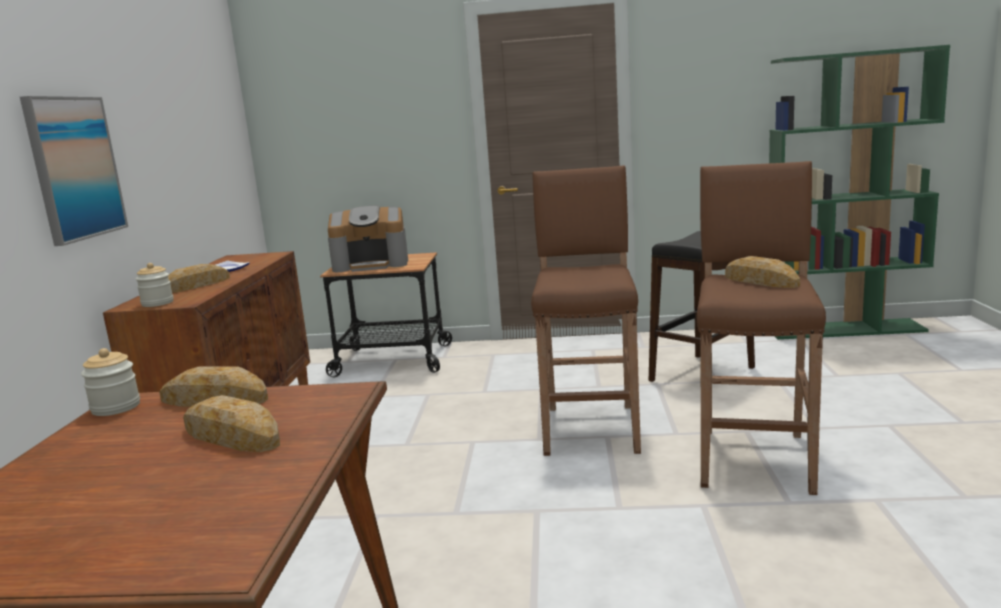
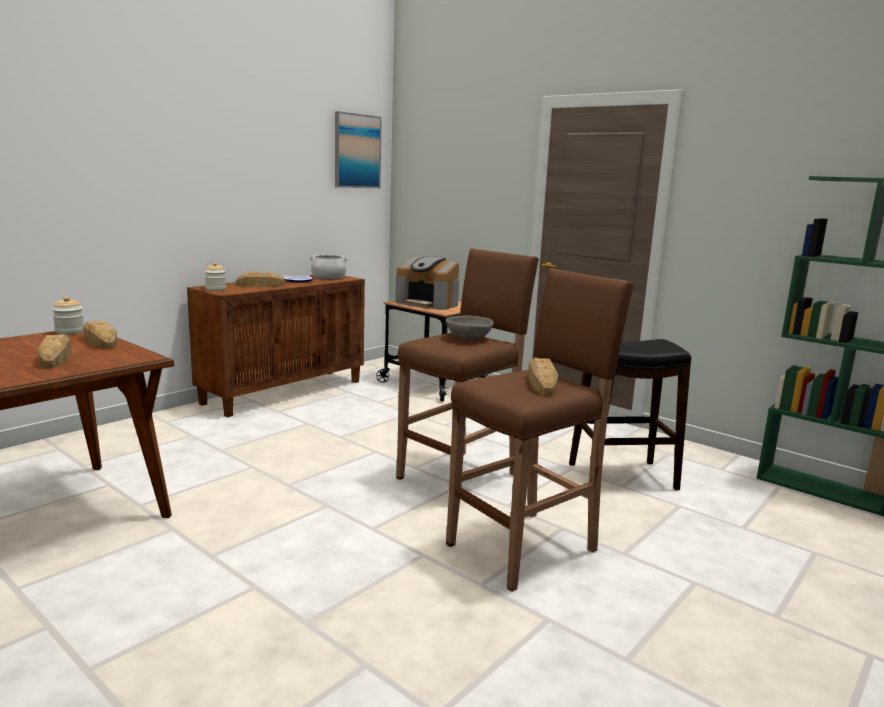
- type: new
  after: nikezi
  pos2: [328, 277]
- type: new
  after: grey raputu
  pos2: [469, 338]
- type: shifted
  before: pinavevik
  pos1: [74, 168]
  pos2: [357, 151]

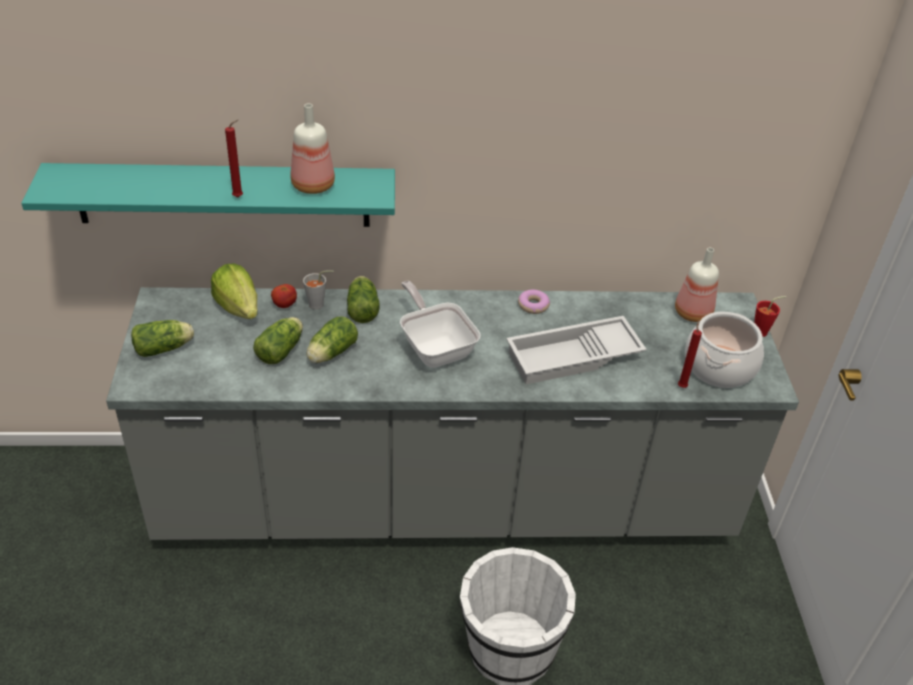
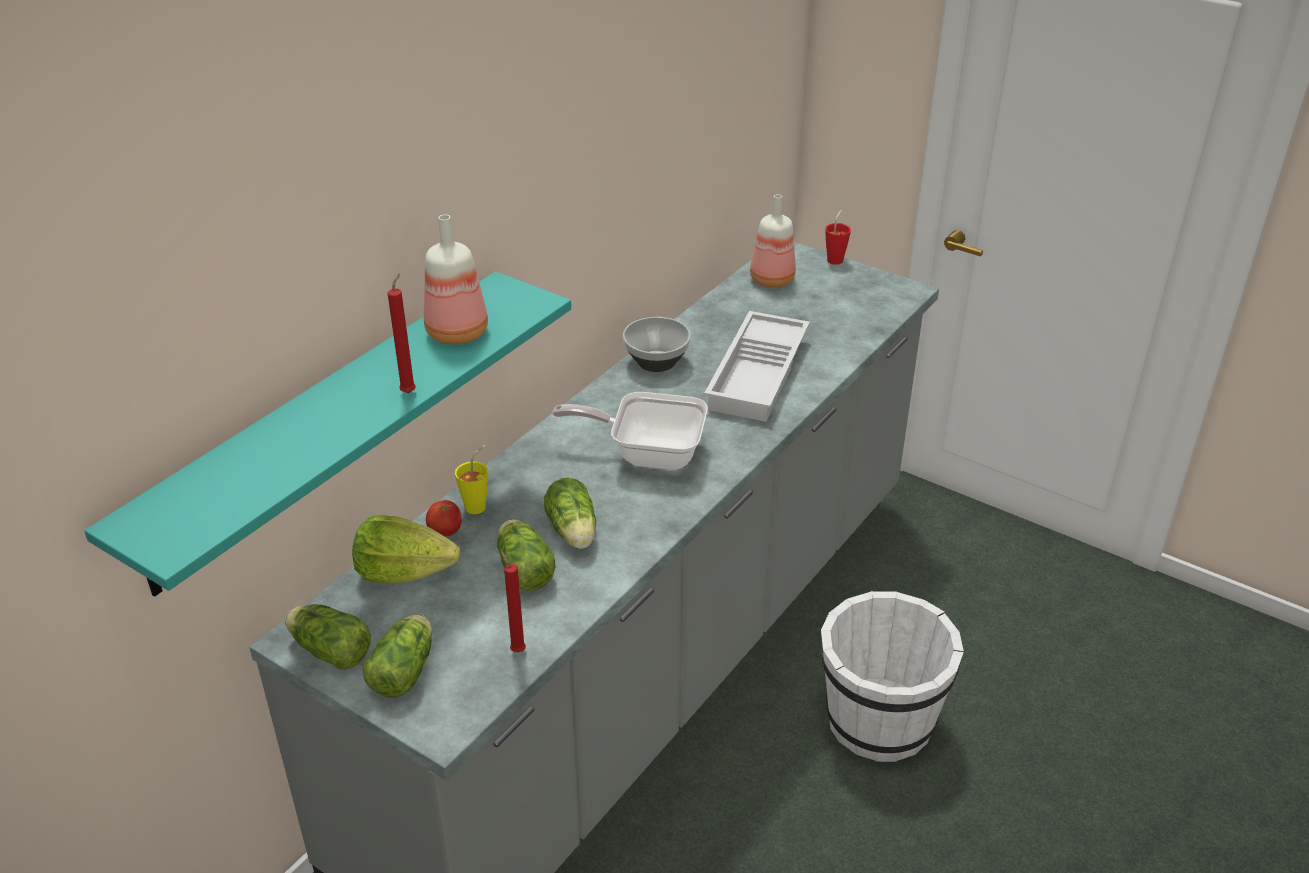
- type: gone
  before: nikezi
  pos1: [719, 366]
- type: shifted
  before: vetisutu
  pos1: [362, 308]
  pos2: [328, 649]
- type: shifted
  before: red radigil
  pos1: [682, 386]
  pos2: [516, 649]
- type: swapped
  before: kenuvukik
  after: raputu
  pos1: [533, 305]
  pos2: [656, 361]
- type: repainted
  before: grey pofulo
  after: yellow pofulo
  pos1: [319, 305]
  pos2: [479, 504]

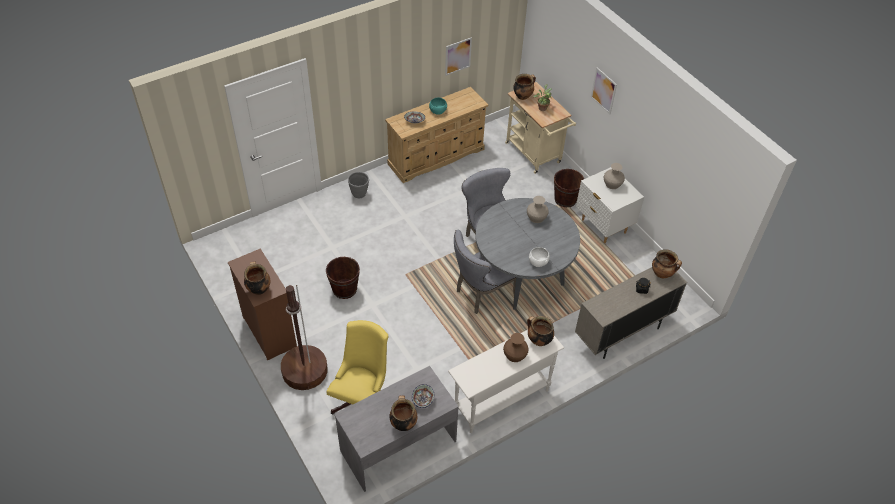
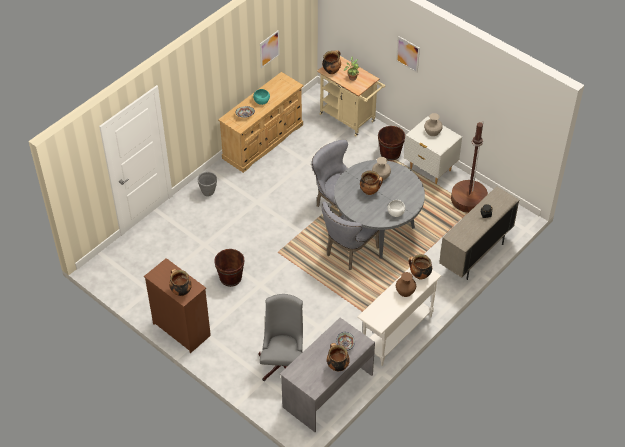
- type: shifted
  before: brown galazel
  pos1: [304, 371]
  pos2: [468, 199]
- type: shifted
  before: nikezi
  pos1: [662, 274]
  pos2: [370, 191]
- type: repainted
  before: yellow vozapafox
  after: grey vozapafox
  pos1: [362, 398]
  pos2: [283, 362]

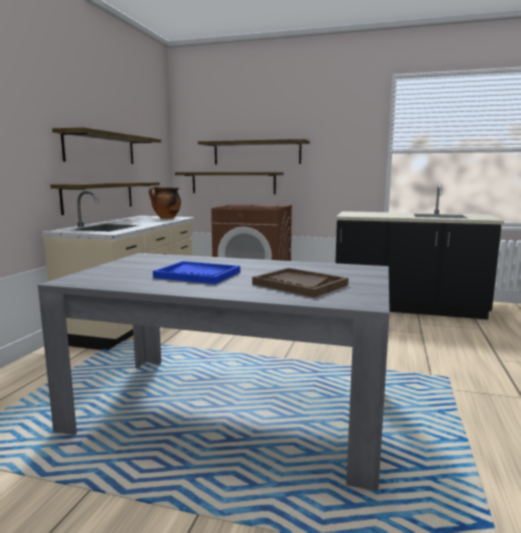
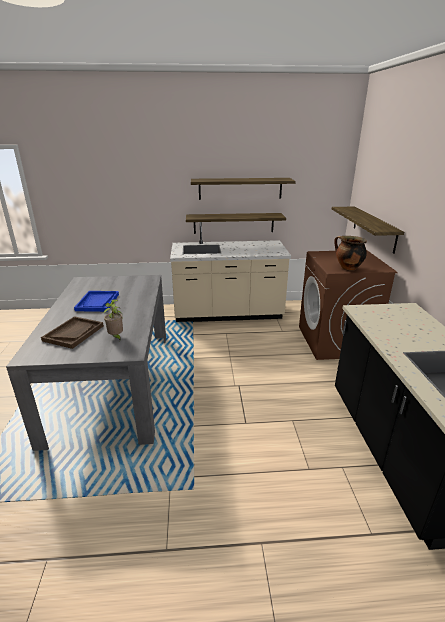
- type: gone
  before: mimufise
  pos1: [257, 153]
- type: new
  after: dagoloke
  pos2: [116, 337]
- type: shifted
  before: nikezi
  pos1: [166, 218]
  pos2: [347, 268]

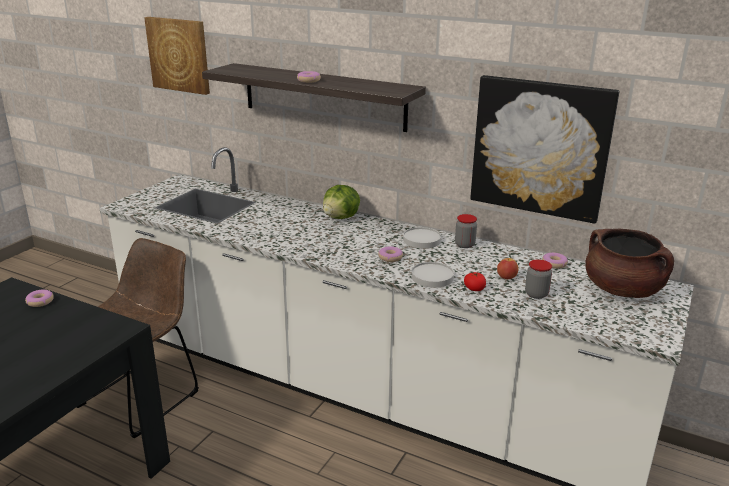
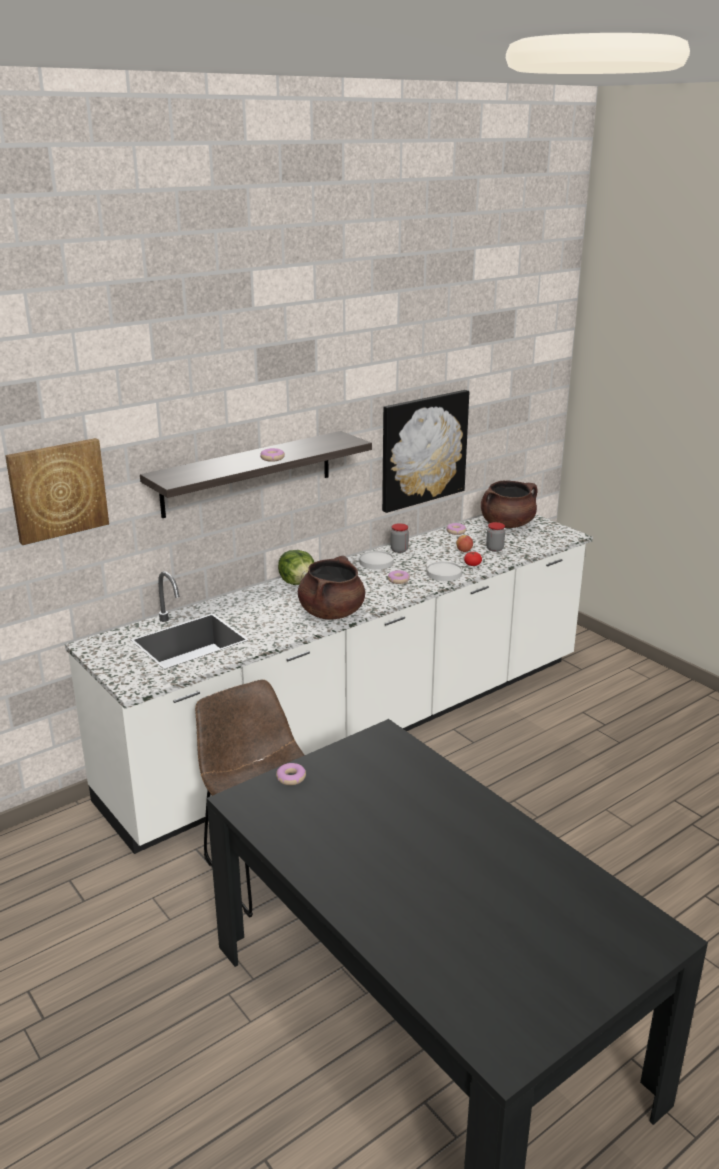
- type: new
  after: brown nikezi
  pos2: [331, 613]

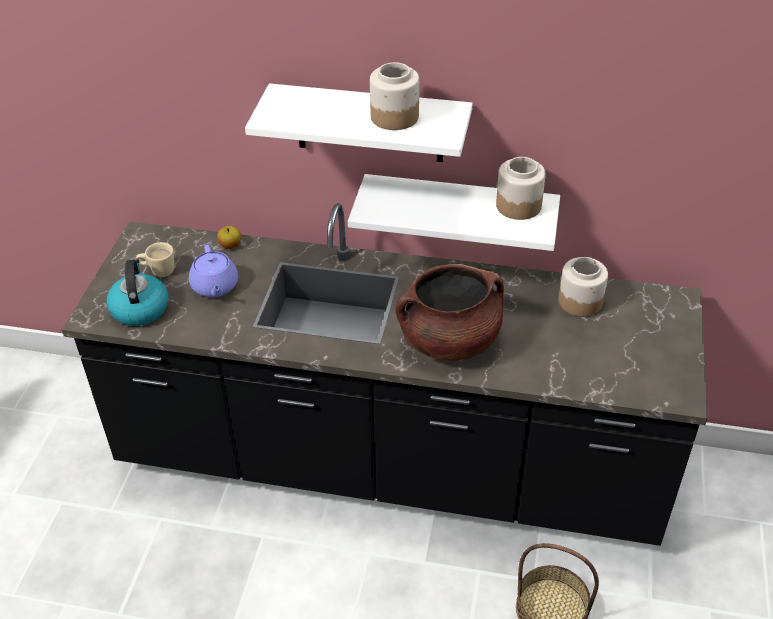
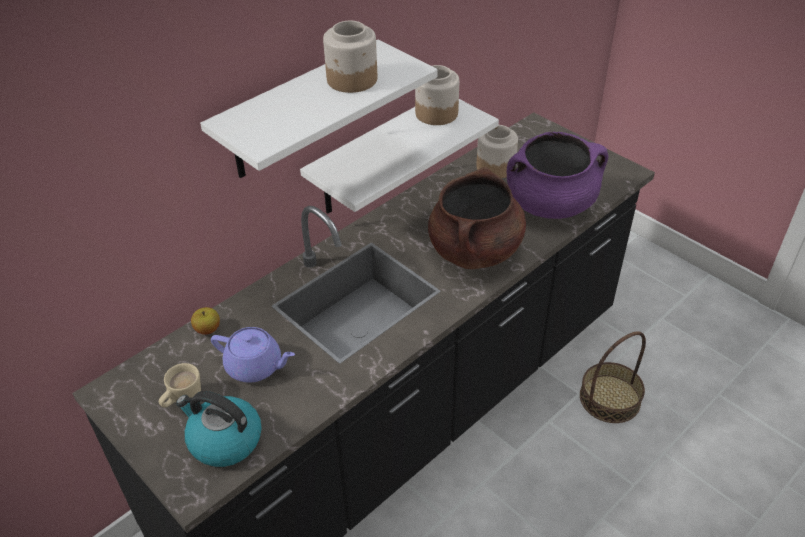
- type: new
  after: purple nikezi
  pos2: [550, 204]

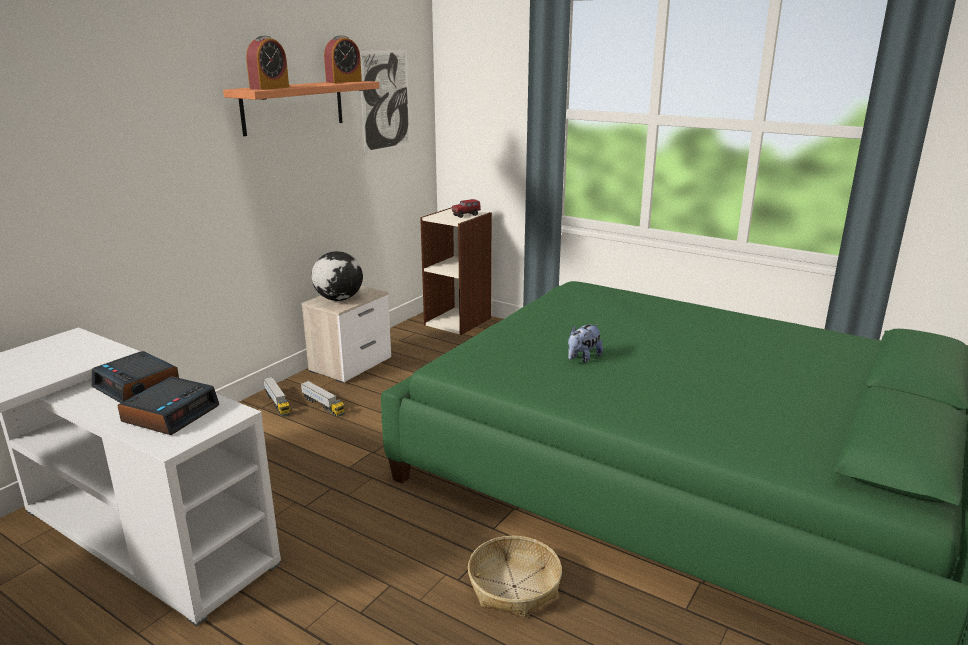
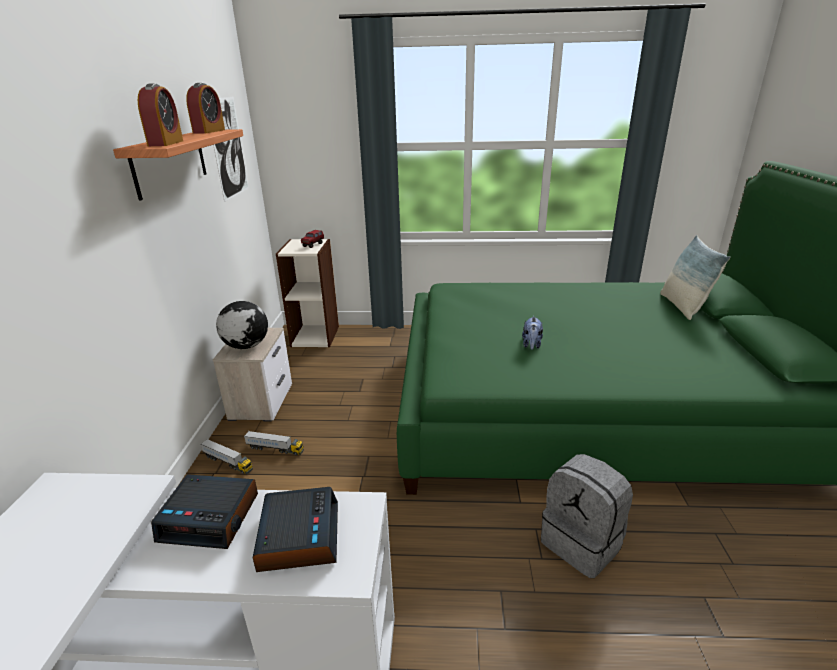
- type: new
  after: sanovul
  pos2: [682, 307]
- type: swapped
  before: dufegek
  after: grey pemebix
  pos1: [514, 586]
  pos2: [582, 543]

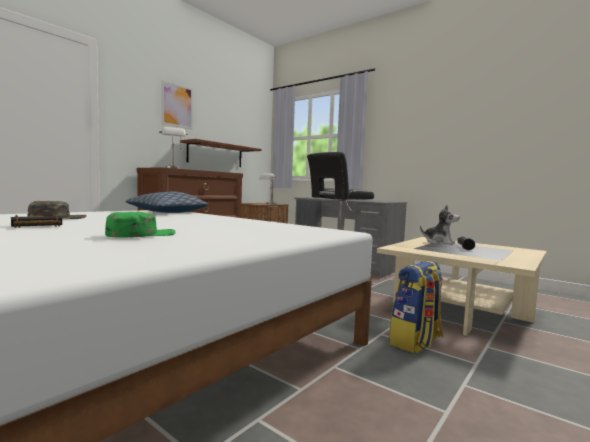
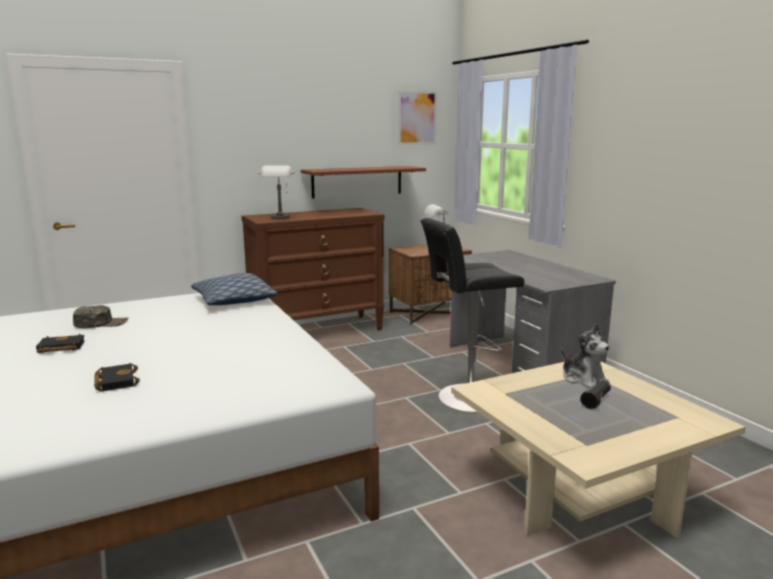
- type: gone
  before: pemebix
  pos1: [416, 342]
- type: shifted
  before: pinavevik
  pos1: [177, 105]
  pos2: [417, 118]
- type: swapped
  before: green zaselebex
  after: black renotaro
  pos1: [141, 235]
  pos2: [115, 381]

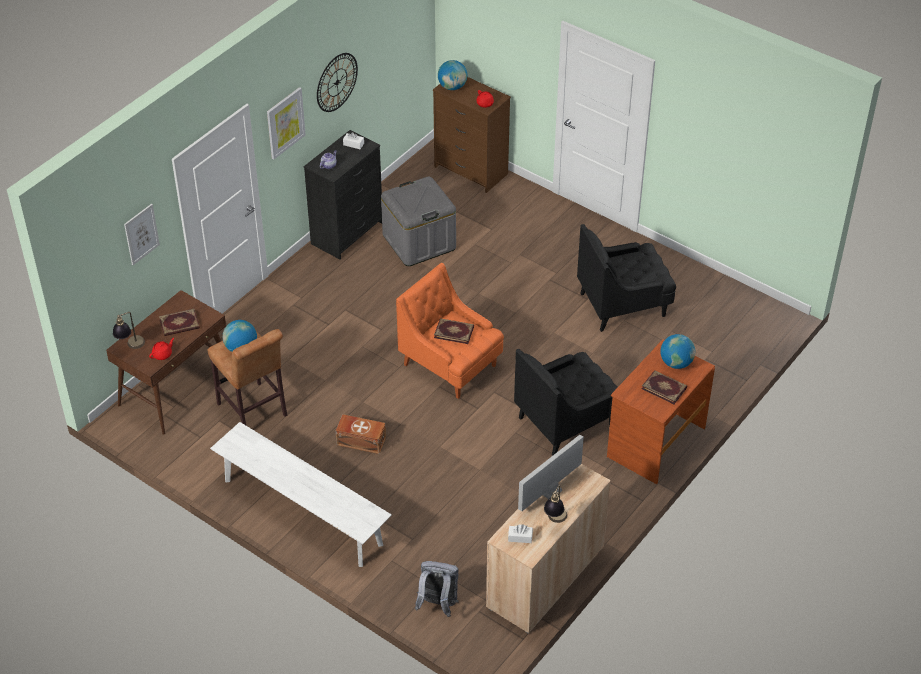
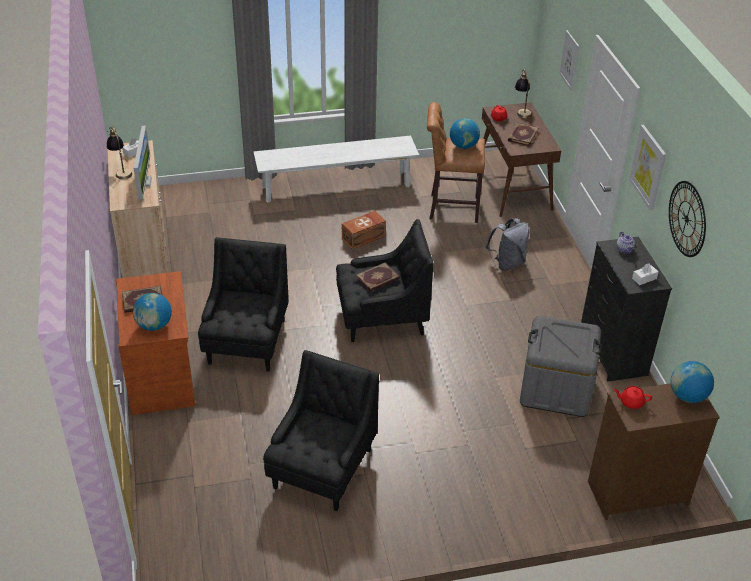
- type: shifted
  before: grey pemebix
  pos1: [438, 604]
  pos2: [507, 263]
- type: repainted
  before: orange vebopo
  after: black vebopo
  pos1: [451, 365]
  pos2: [381, 318]

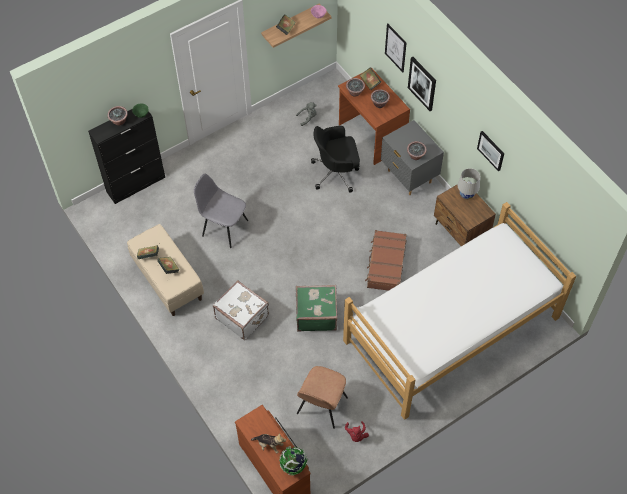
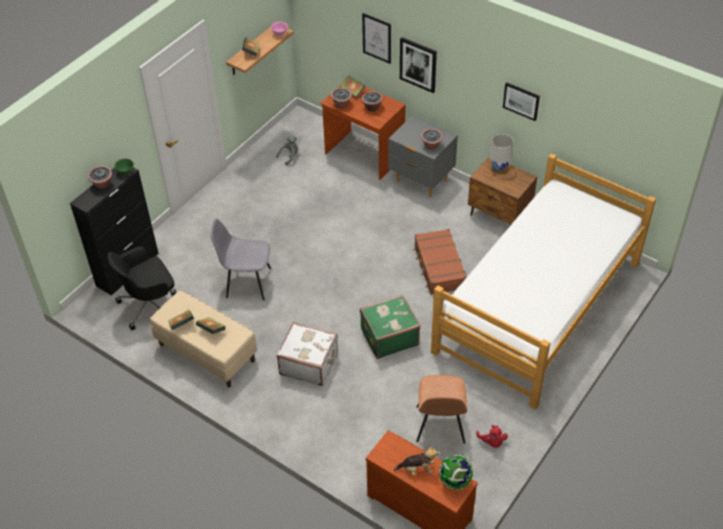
- type: shifted
  before: black vozapafox
  pos1: [336, 172]
  pos2: [150, 305]

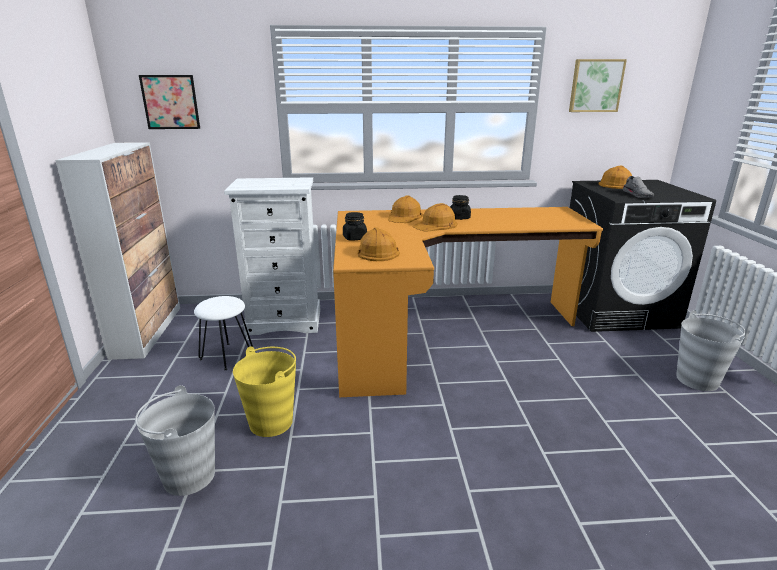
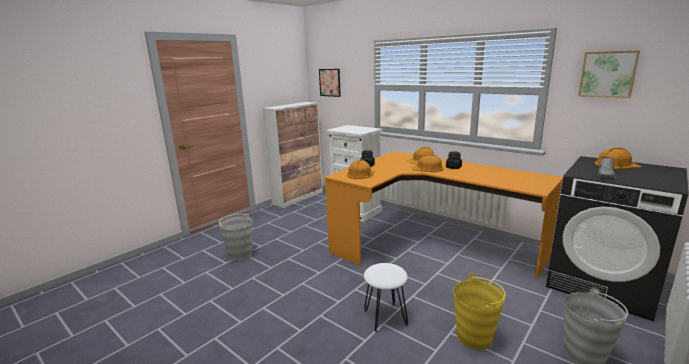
- type: shifted
  before: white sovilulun
  pos1: [226, 356]
  pos2: [384, 317]
- type: shifted
  before: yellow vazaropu
  pos1: [271, 422]
  pos2: [474, 338]

